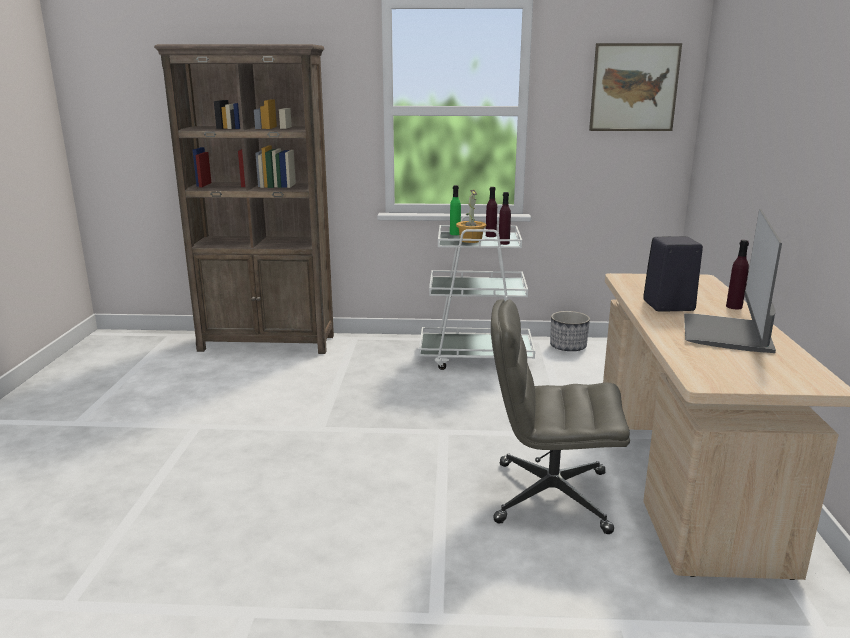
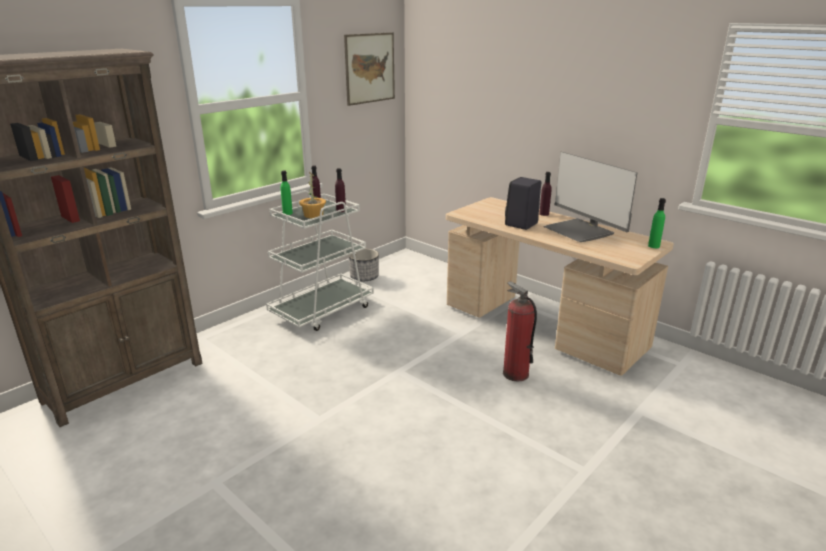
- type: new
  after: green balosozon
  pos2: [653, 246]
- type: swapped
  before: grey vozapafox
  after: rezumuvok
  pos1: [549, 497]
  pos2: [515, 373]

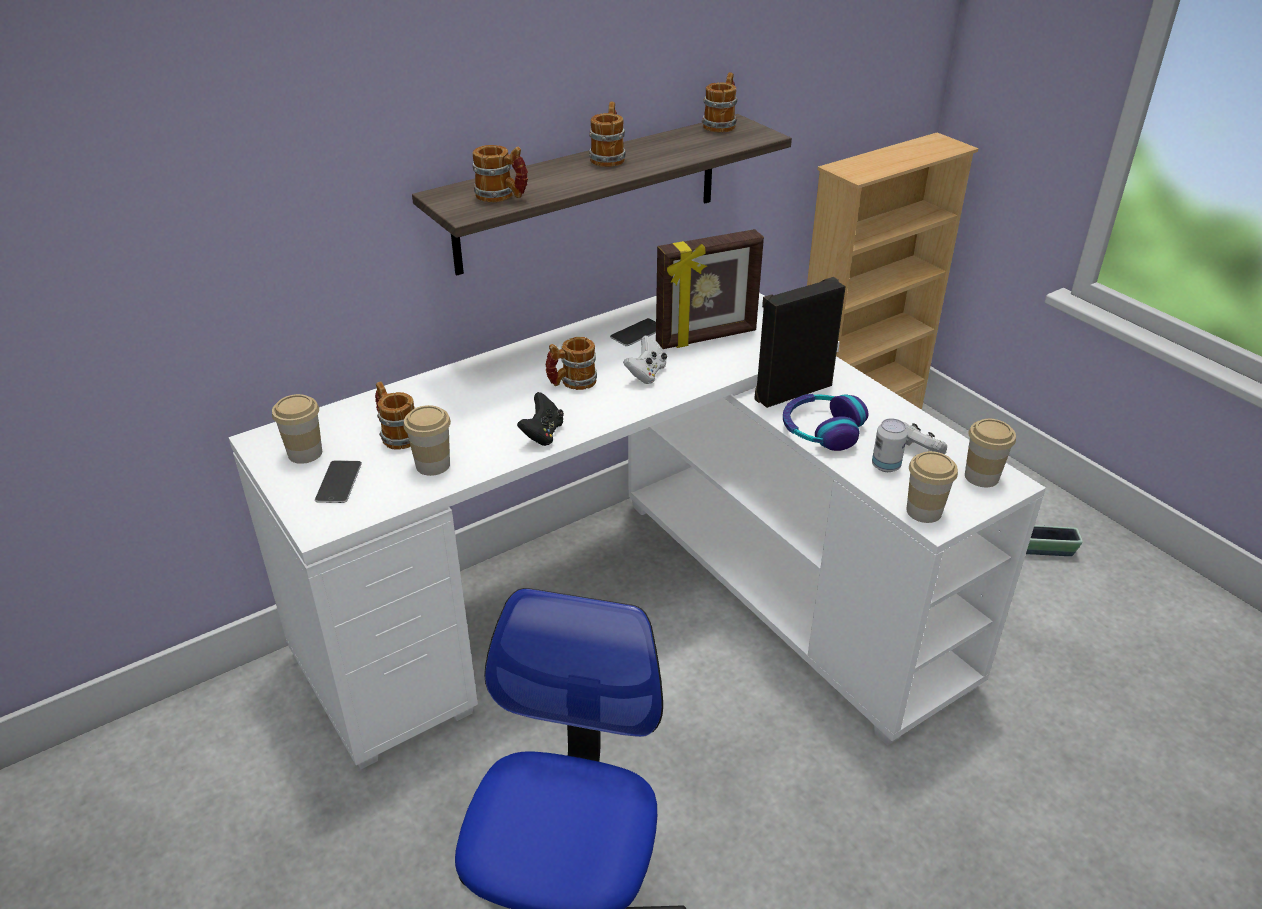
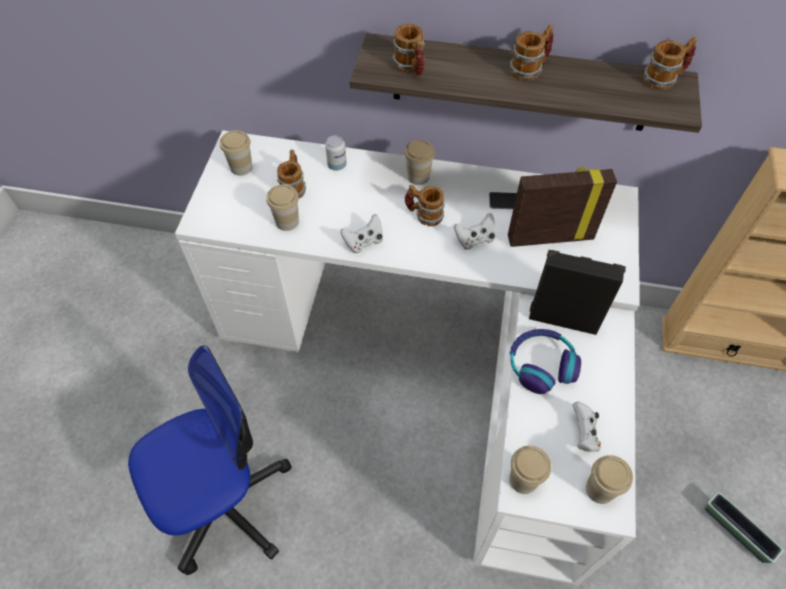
- type: gone
  before: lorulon
  pos1: [338, 482]
- type: new
  after: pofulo
  pos2: [418, 176]
- type: shifted
  before: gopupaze
  pos1: [885, 466]
  pos2: [337, 165]
- type: repainted
  before: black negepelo
  after: white negepelo
  pos1: [542, 434]
  pos2: [363, 242]
- type: rotated
  before: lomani
  pos1: [707, 338]
  pos2: [549, 236]
  turn: 150

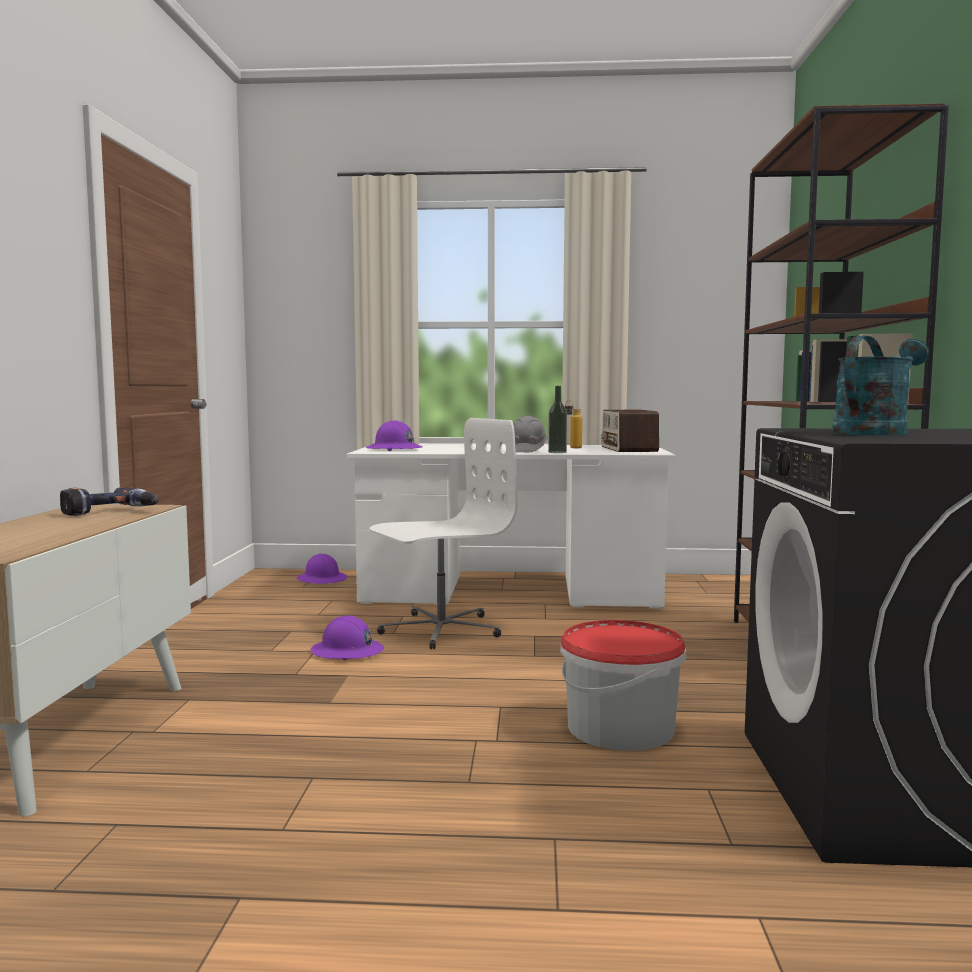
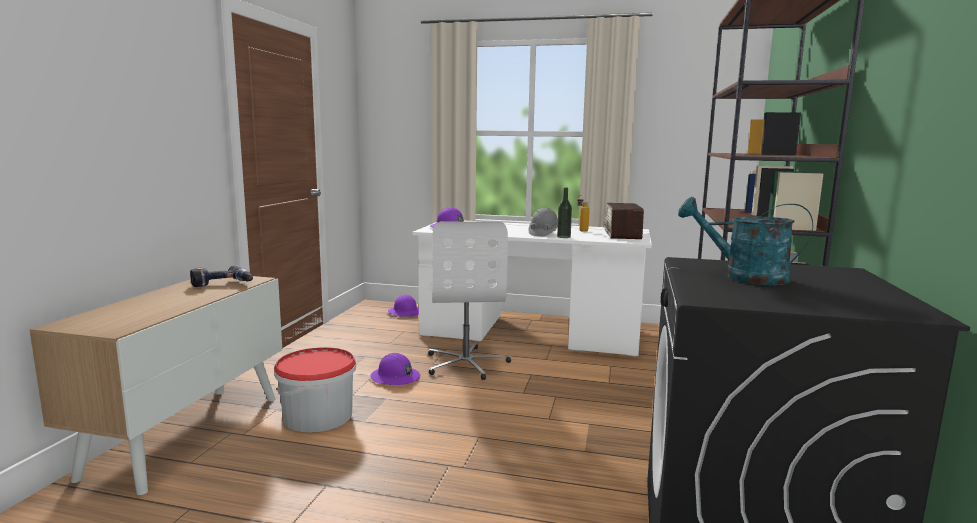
- type: shifted
  before: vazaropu
  pos1: [620, 727]
  pos2: [318, 416]
- type: rotated
  before: white vozapafox
  pos1: [440, 629]
  pos2: [466, 363]
  turn: 105
- type: rotated
  before: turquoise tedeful
  pos1: [875, 432]
  pos2: [743, 277]
  turn: -120

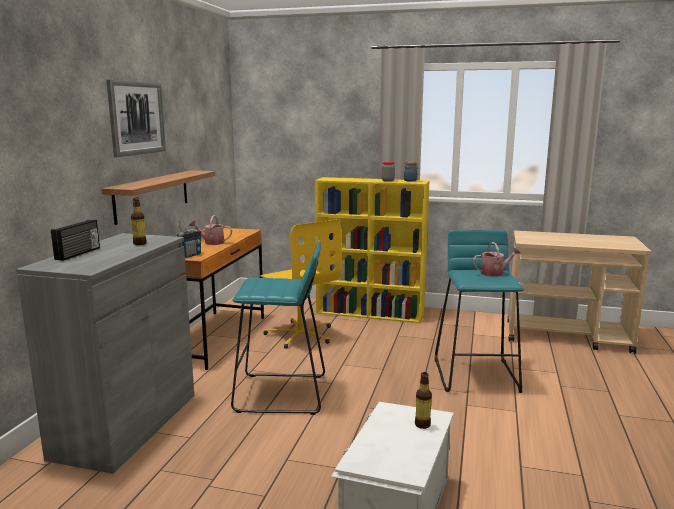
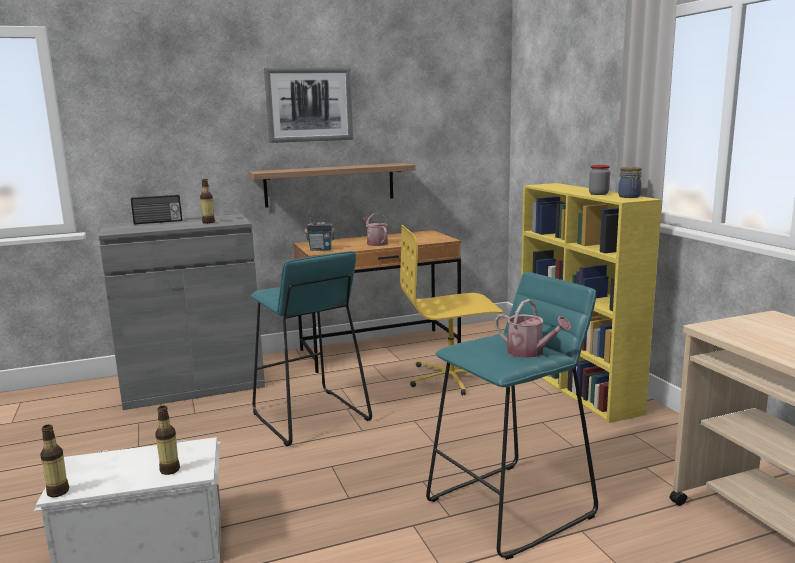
- type: new
  after: balosozon
  pos2: [58, 492]
- type: rotated
  before: yellow vozapafox
  pos1: [300, 334]
  pos2: [451, 377]
  turn: 60

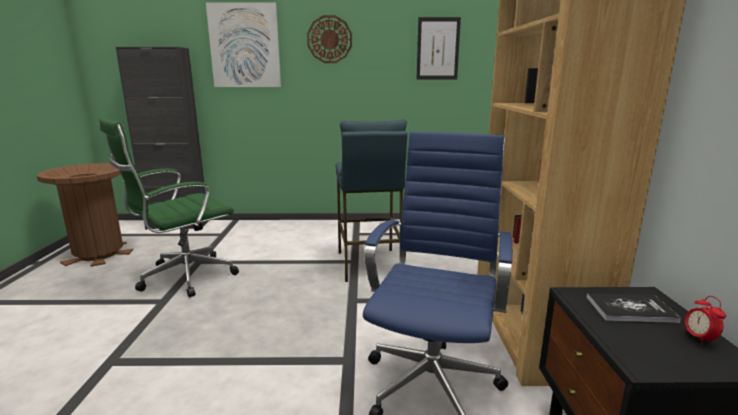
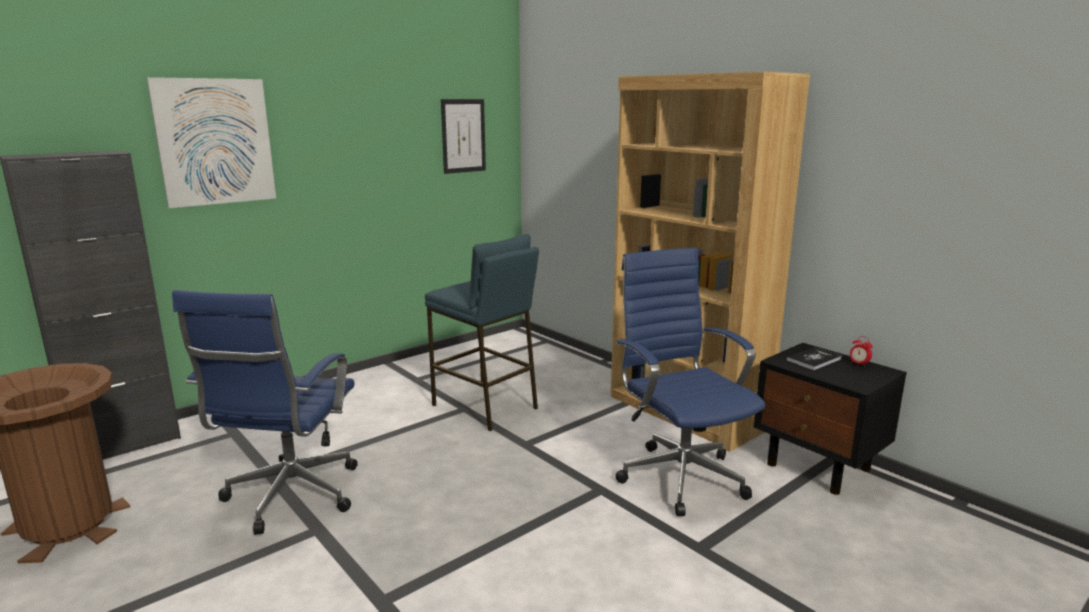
- type: gone
  before: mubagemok
  pos1: [329, 39]
- type: repainted
  before: green vozapafox
  after: blue vozapafox
  pos1: [183, 278]
  pos2: [290, 498]

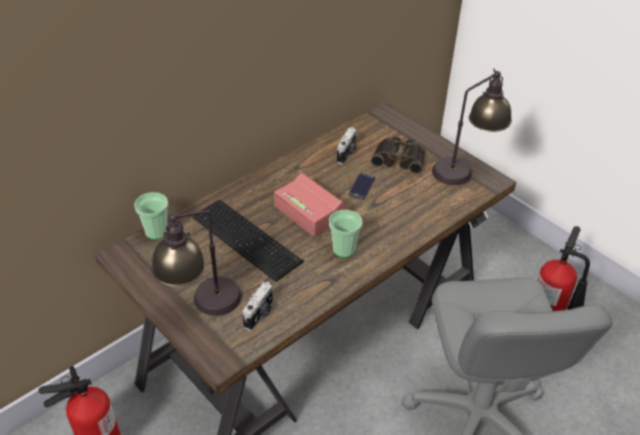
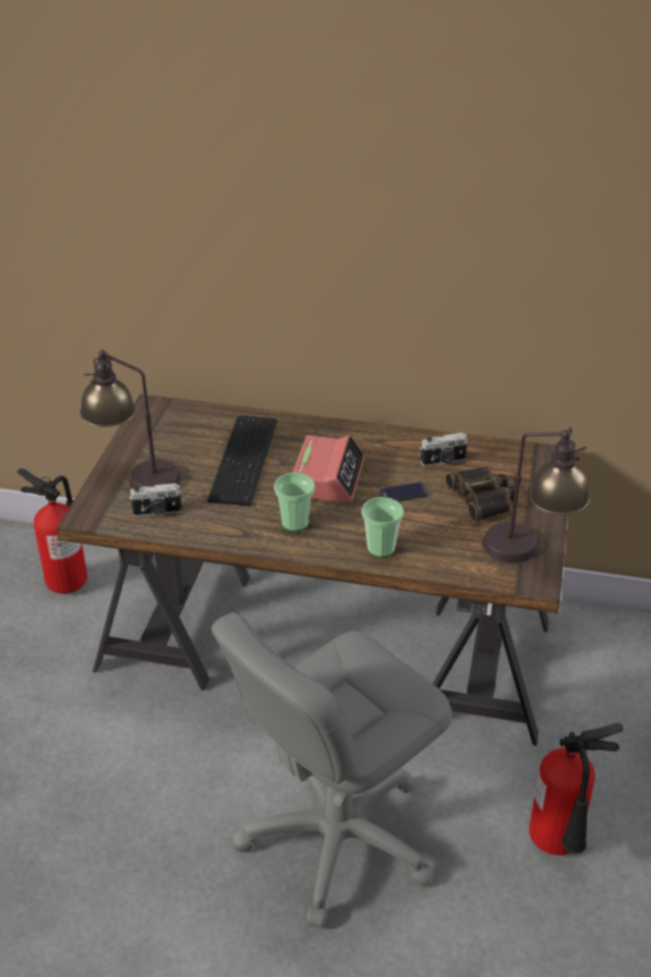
- type: shifted
  before: pofulo
  pos1: [156, 232]
  pos2: [381, 548]

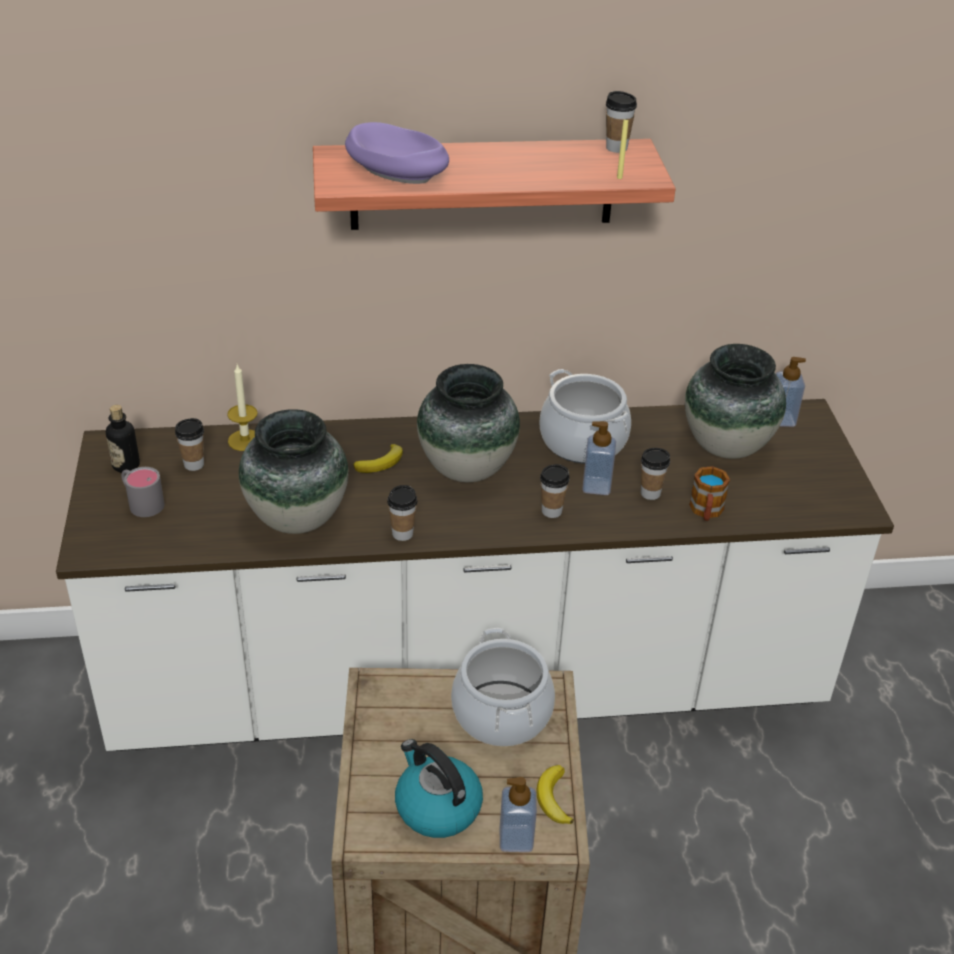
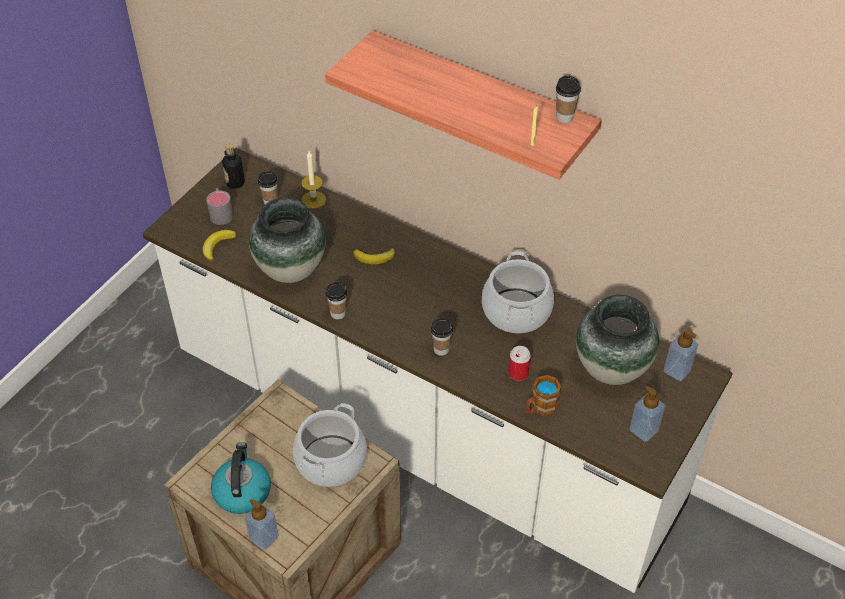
- type: gone
  before: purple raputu
  pos1: [397, 172]
- type: gone
  before: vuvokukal
  pos1: [466, 468]
- type: shifted
  before: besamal
  pos1: [553, 798]
  pos2: [217, 246]
- type: shifted
  before: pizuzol
  pos1: [596, 486]
  pos2: [643, 430]
- type: swapped
  before: pofulo
  after: gopupaze
  pos1: [650, 493]
  pos2: [518, 373]

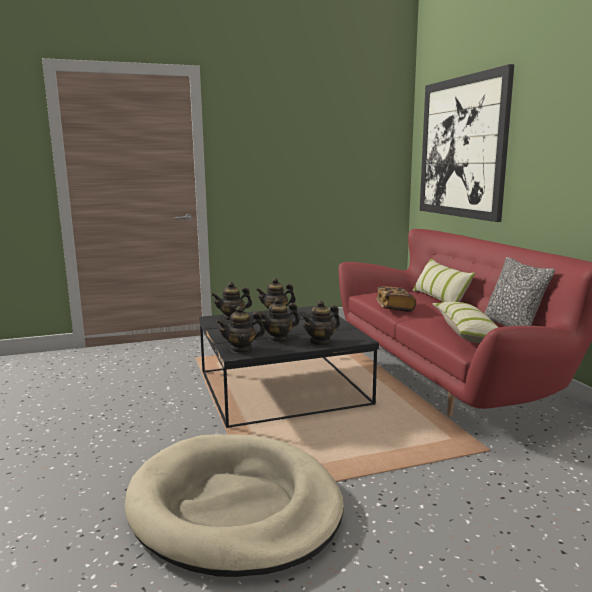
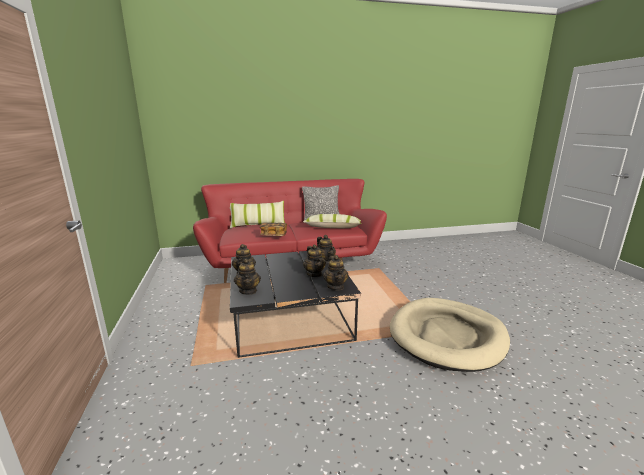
- type: gone
  before: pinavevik
  pos1: [462, 148]

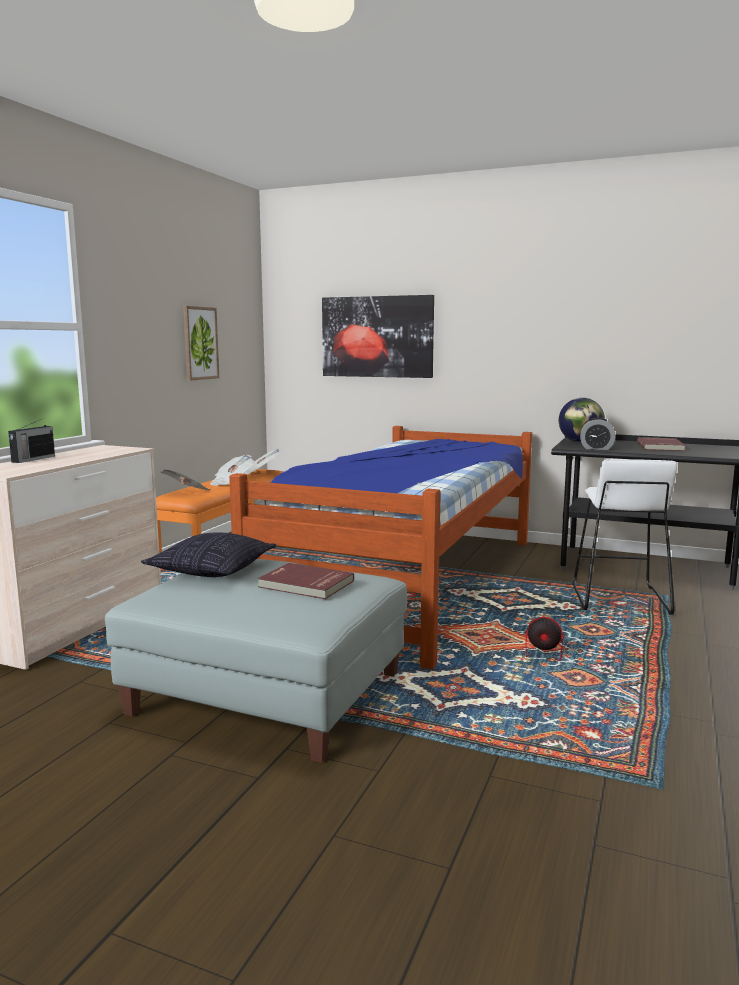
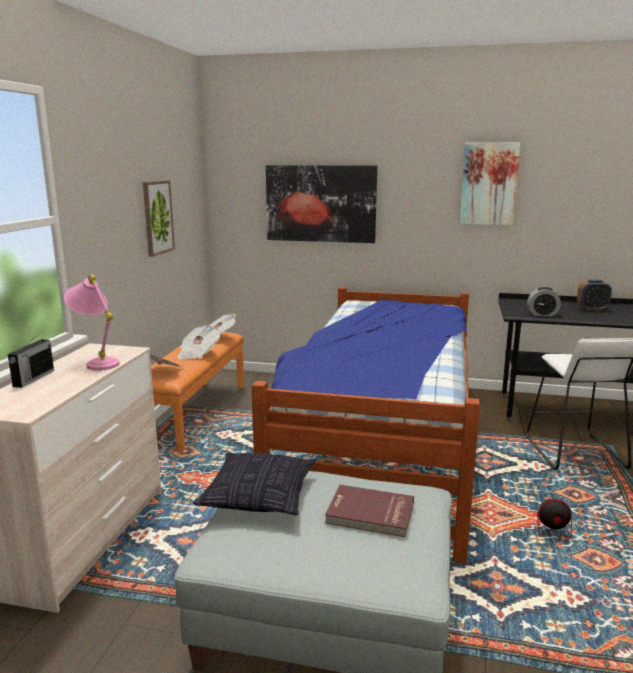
- type: gone
  before: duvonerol
  pos1: [580, 442]
- type: new
  after: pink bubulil
  pos2: [97, 362]
- type: new
  after: pinavevik
  pos2: [489, 184]
- type: swapped
  before: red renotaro
  after: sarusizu
  pos1: [661, 447]
  pos2: [592, 309]

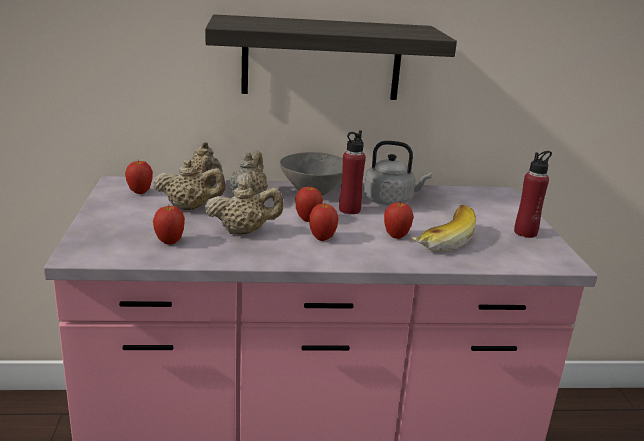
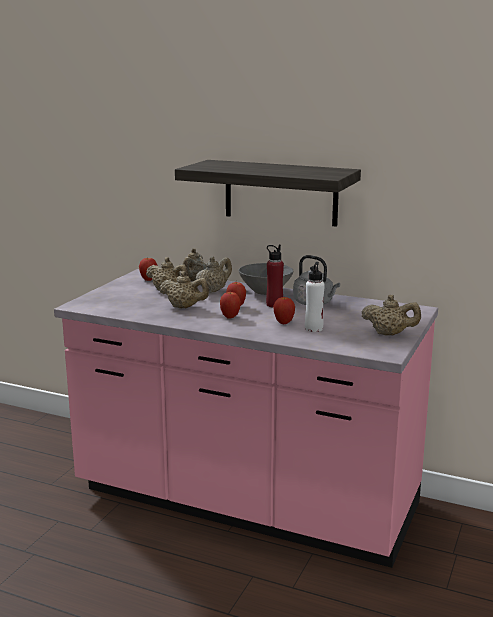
- type: gone
  before: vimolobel
  pos1: [169, 242]
- type: swapped
  before: besamal
  after: white balosozon
  pos1: [440, 239]
  pos2: [314, 328]
- type: swapped
  before: red balosozon
  after: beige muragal
  pos1: [525, 232]
  pos2: [389, 334]

